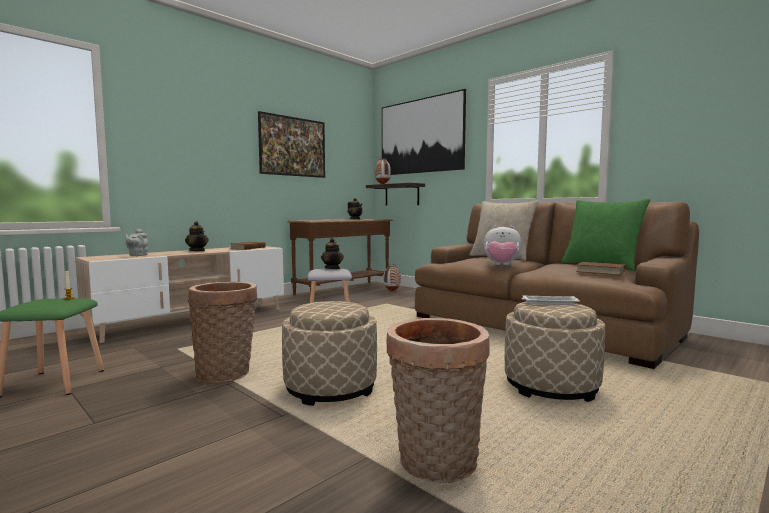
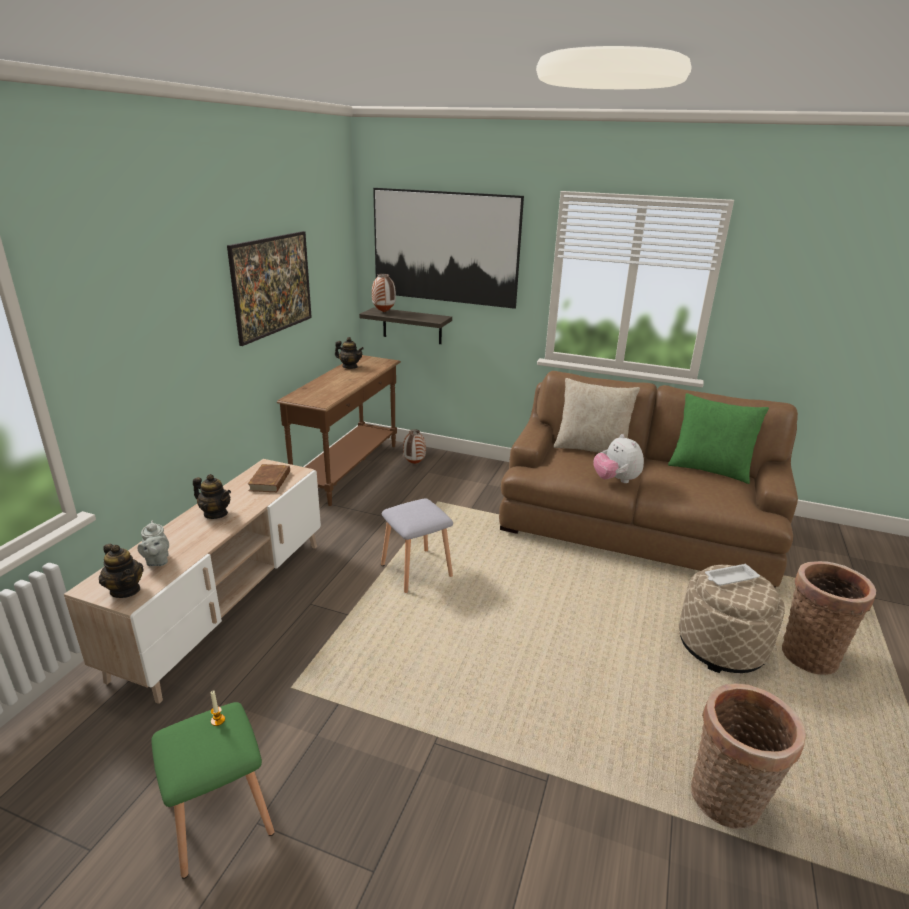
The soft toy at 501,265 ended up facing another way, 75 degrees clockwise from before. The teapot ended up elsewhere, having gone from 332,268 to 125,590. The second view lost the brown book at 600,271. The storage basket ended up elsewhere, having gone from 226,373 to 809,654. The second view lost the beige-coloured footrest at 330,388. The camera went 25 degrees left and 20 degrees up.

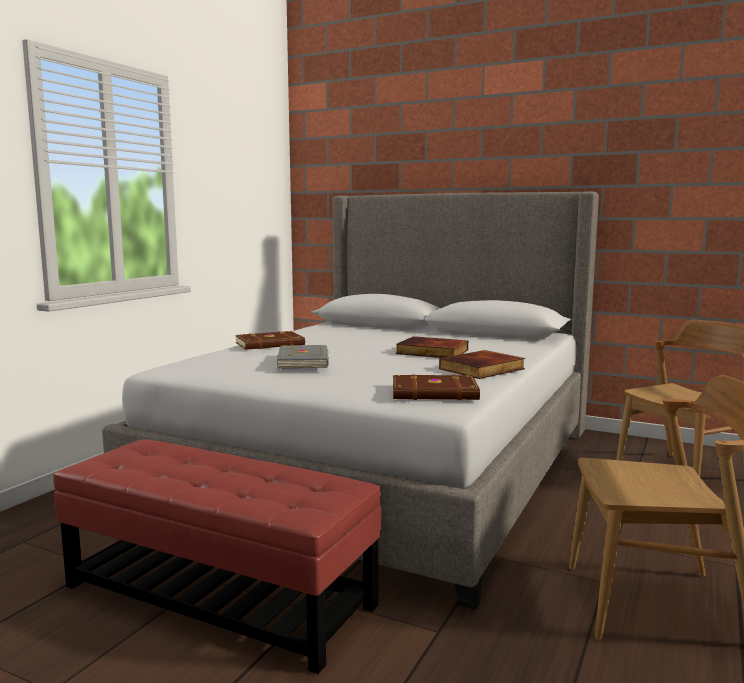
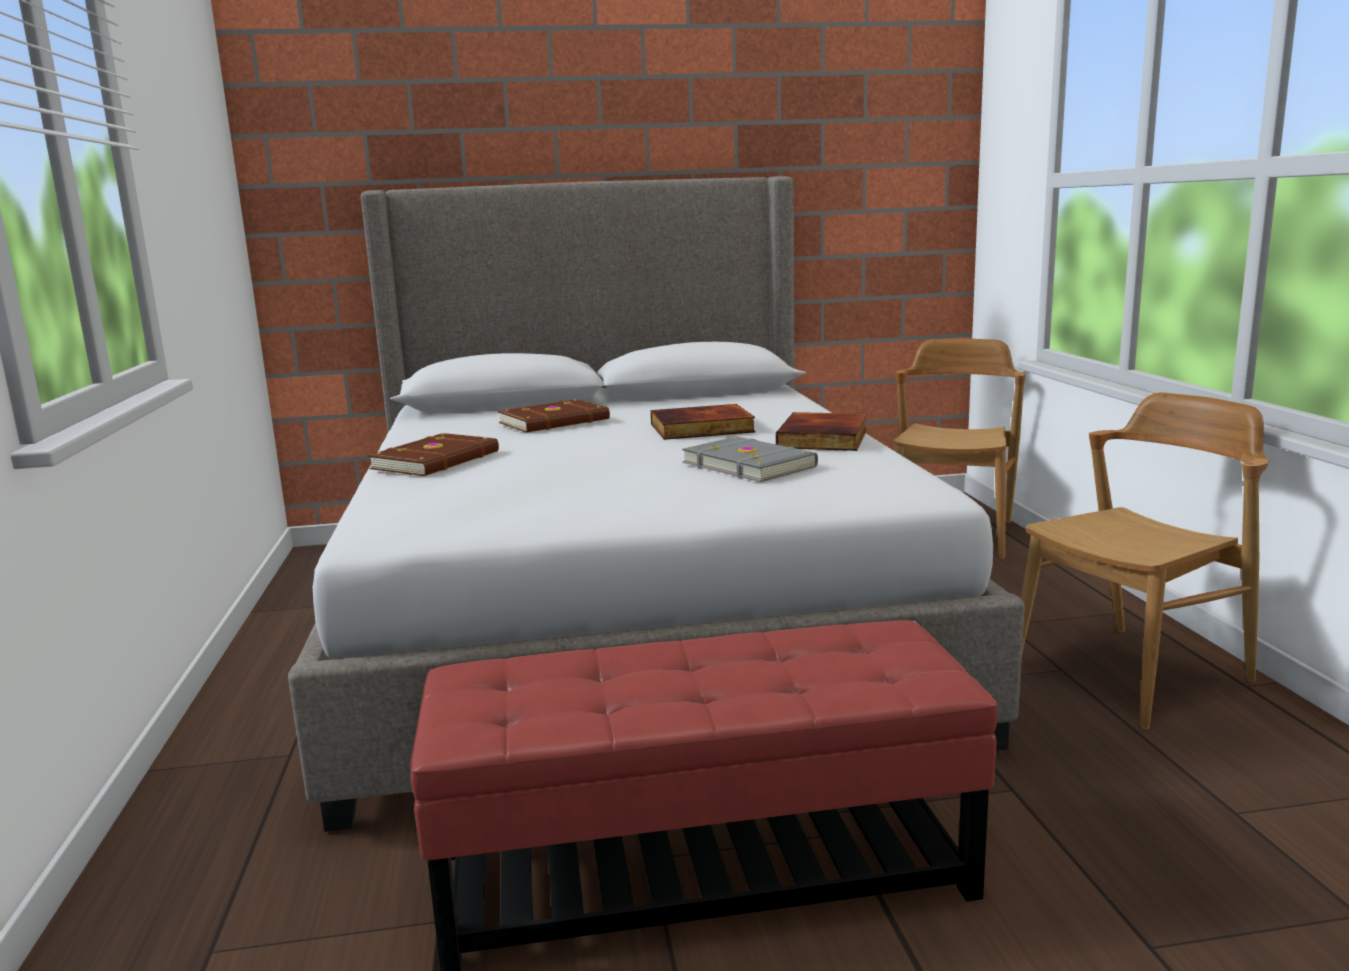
The grey book ended up elsewhere, having gone from 304,360 to 749,464. The brown book ended up elsewhere, having gone from 435,393 to 555,421. The camera went 35 degrees left and 5 degrees up.

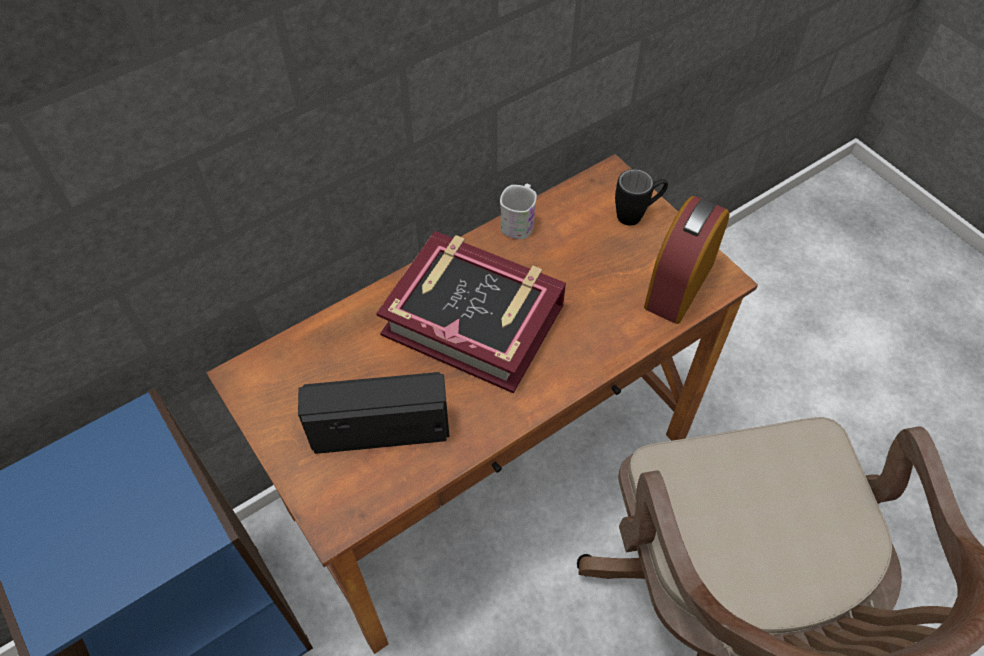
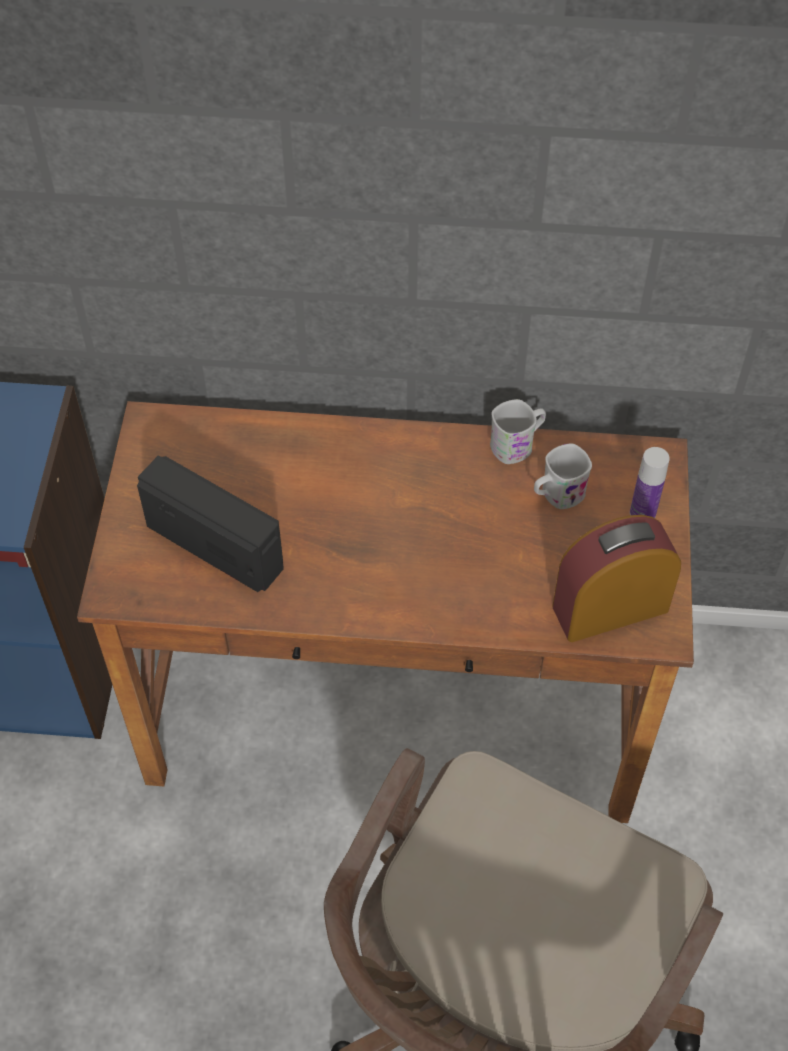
Where the blackish coffee mug stood at 637,214, the beverage bottle came to stand at 642,513. The second view lost the book at 474,319. The second view gained the white-coloured coffee mug at 557,495. The camera went 40 degrees right and 0 degrees up.

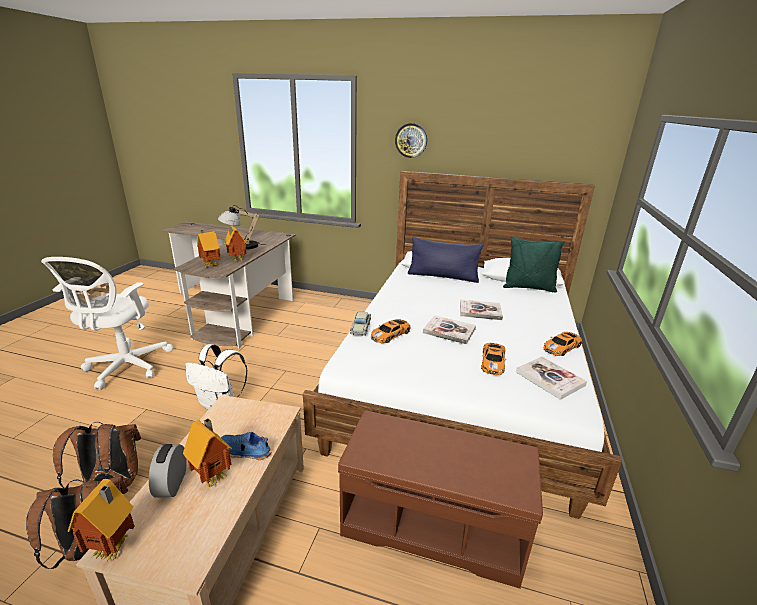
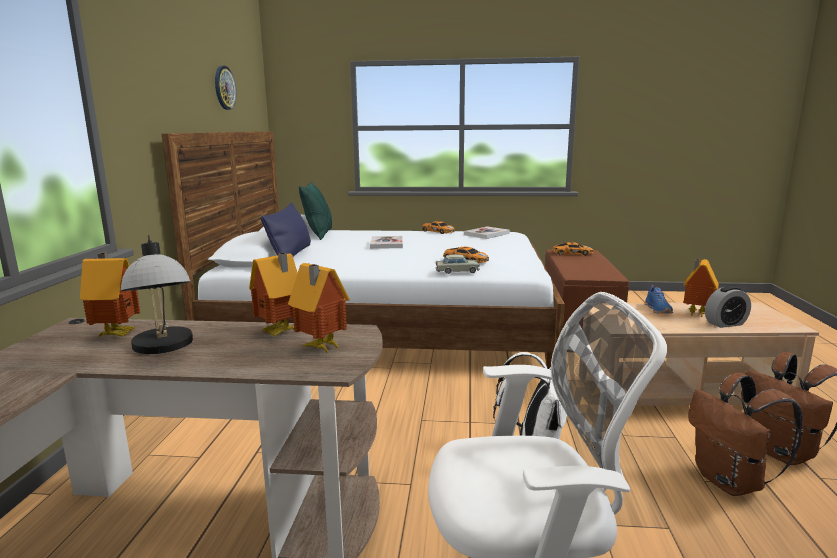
The hanging clock ended up elsewhere, having gone from 411,140 to 224,88. The second view lost the book at 449,331. The model car ended up elsewhere, having gone from 493,362 to 571,253. The toy house ended up elsewhere, having gone from 114,548 to 117,334. The camera went 100 degrees left and 10 degrees down.

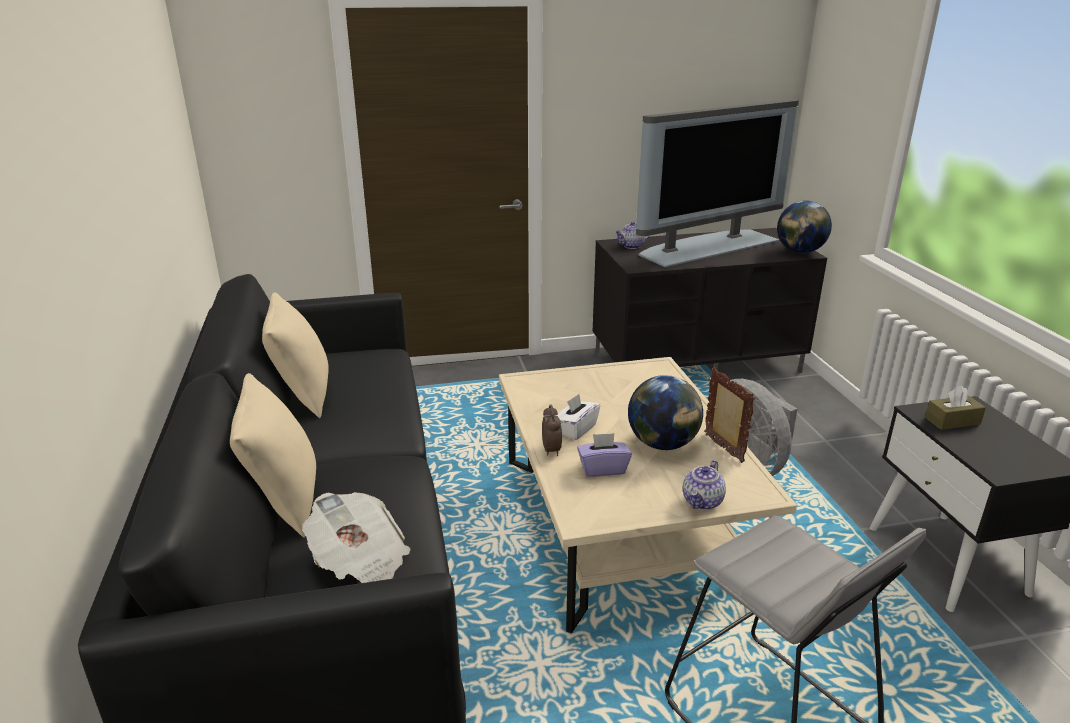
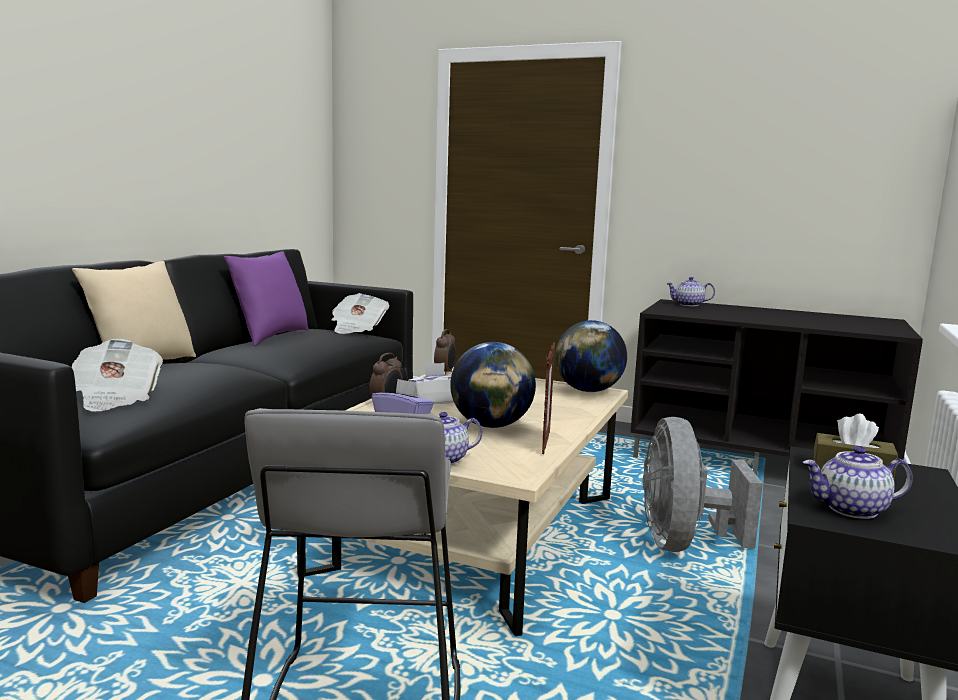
The second view lost the TV at 706,246. The desk globe ended up elsewhere, having gone from 800,252 to 588,391. What was the beige-coloured cushion at 303,396 turned into the purple cushion at 270,337. The second view gained the daily paper at 357,329. The second view gained the table clock at 445,373. The second view gained the teapot at 851,509. The camera went 35 degrees right and 15 degrees down.

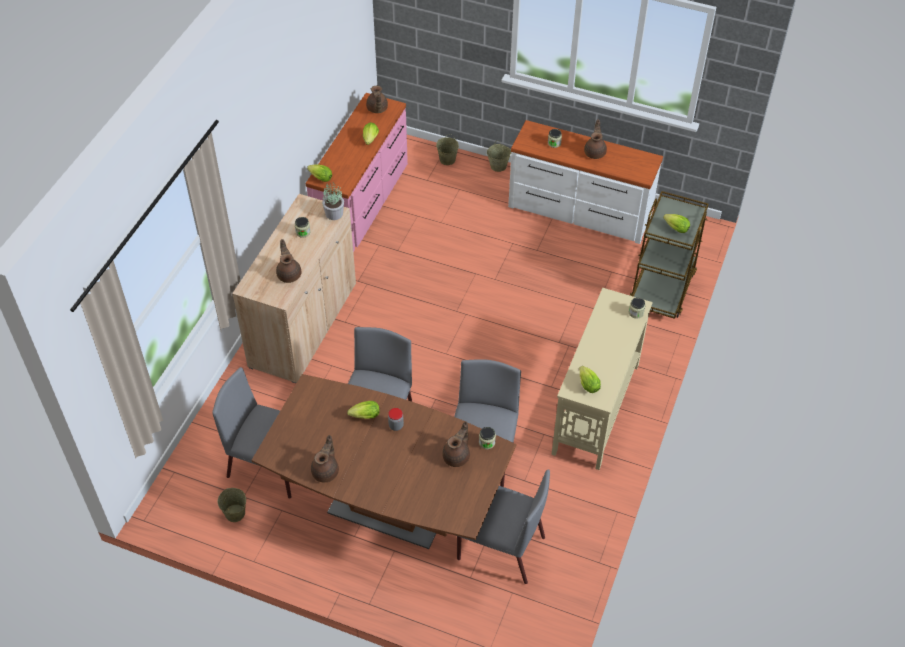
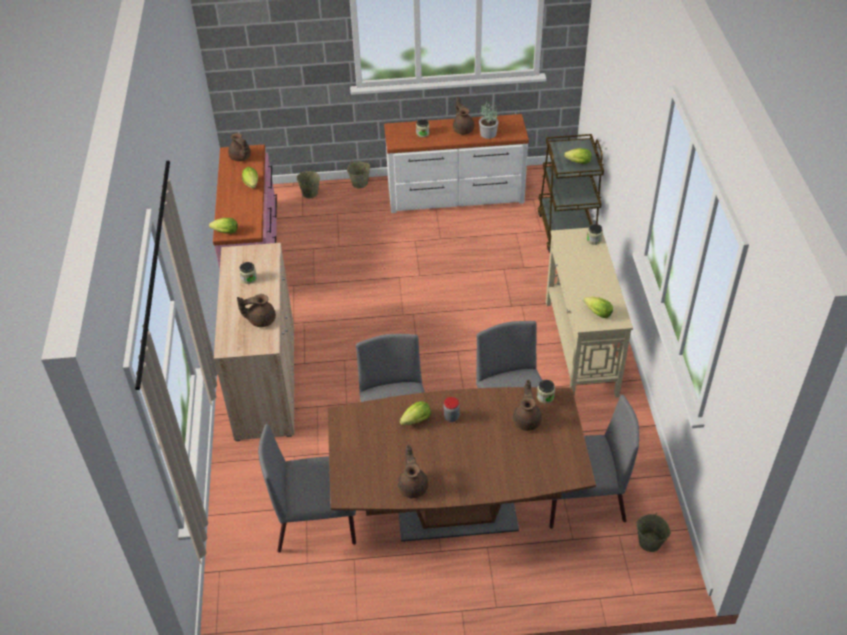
The plant in a pot ended up elsewhere, having gone from 334,213 to 487,133. The brown teapot at 289,274 ended up facing another way, 60 degrees counterclockwise from before. The beige-coloured water bucket ended up elsewhere, having gone from 235,513 to 650,542. The camera went 25 degrees left and 5 degrees down.

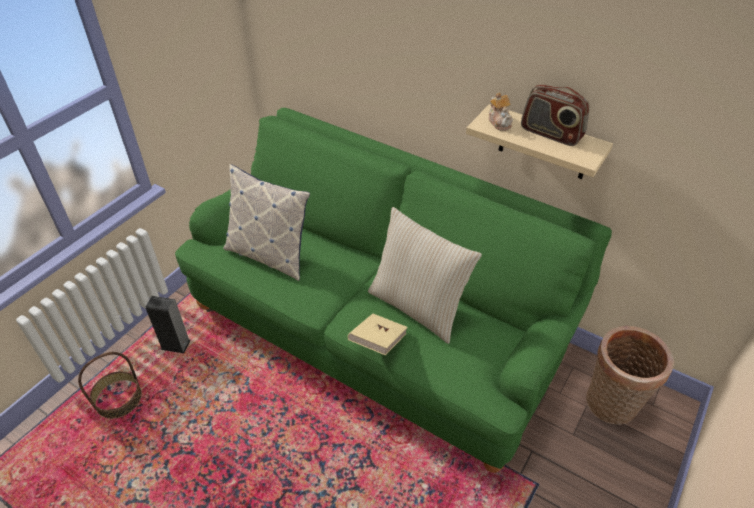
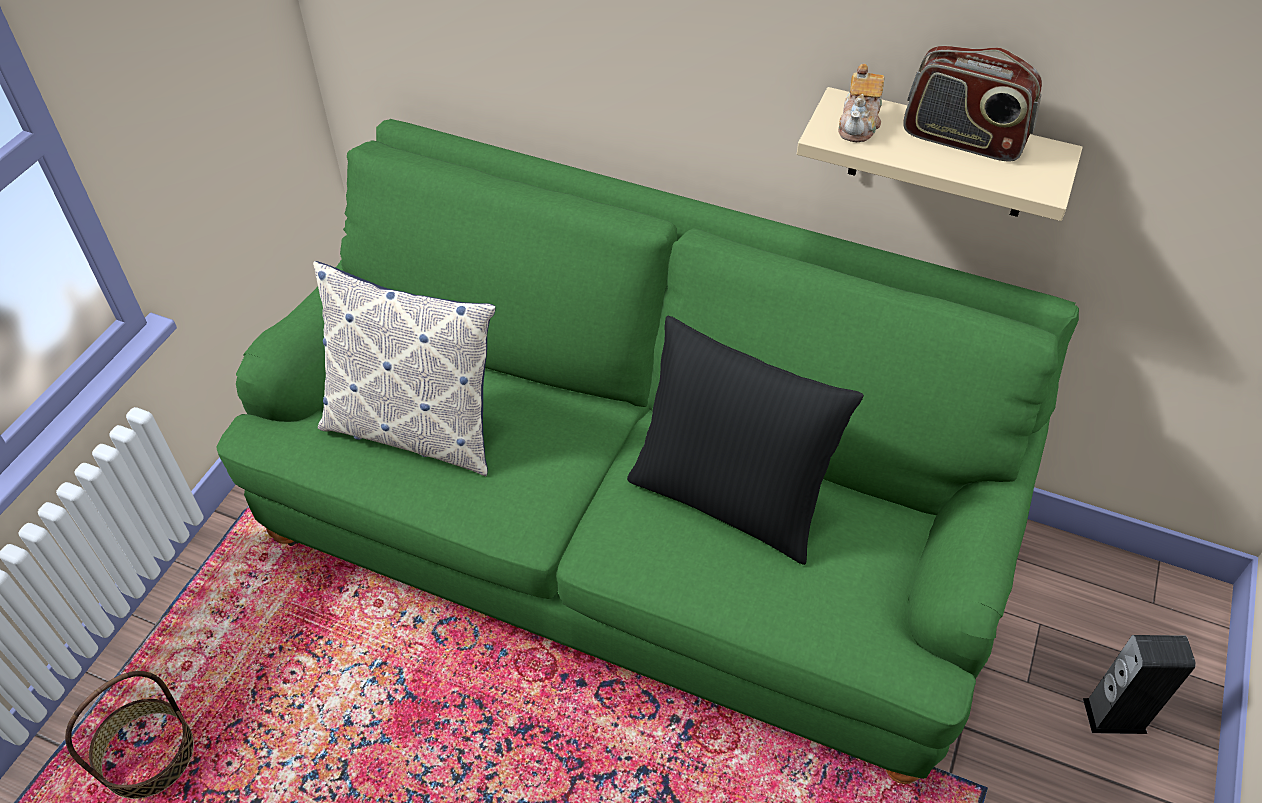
The teapot at 499,122 ended up facing another way, 45 degrees clockwise from before. What was the beige-coloured cushion at 418,307 turned into the blackish cushion at 729,497. The audio speaker ended up elsewhere, having gone from 176,345 to 1114,716. The second view lost the beige-coloured book at 378,342. The second view lost the storage basket at 611,406. The camera went 10 degrees left and 5 degrees up.

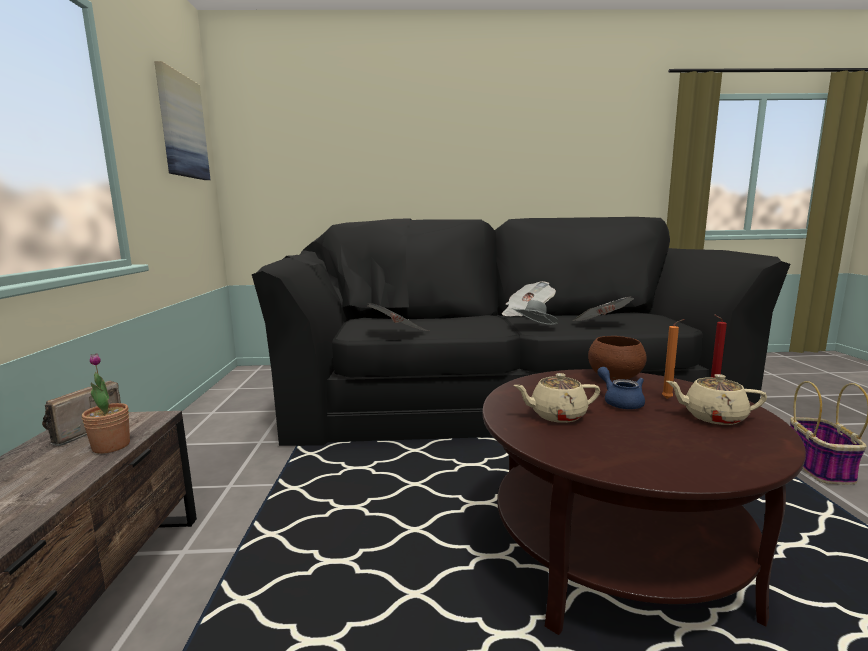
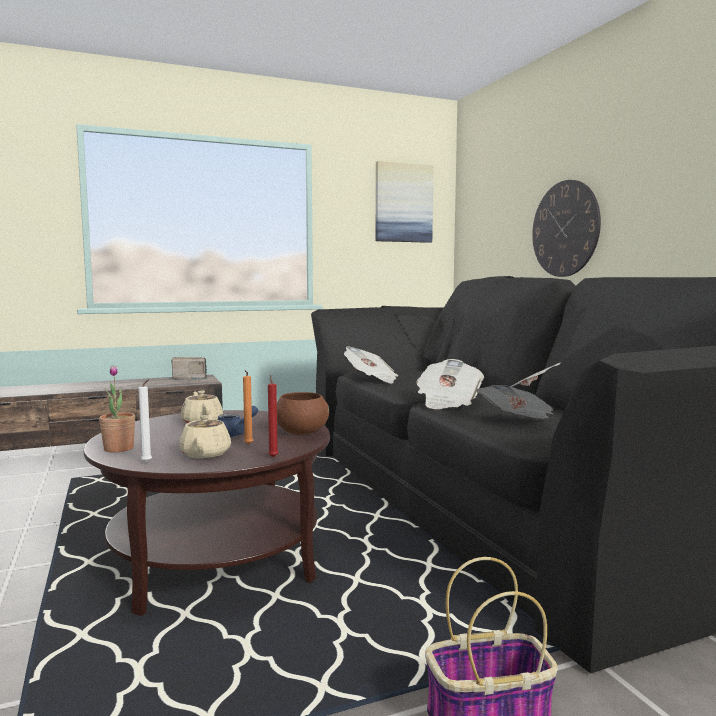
Where the grey hat stood at 534,327, the daily paper came to stand at 447,402. The plant in a pot ended up elsewhere, having gone from 111,446 to 119,448. The second view gained the hanging clock at 565,229. The second view gained the white-coloured candle at 147,462. The camera went 70 degrees right and 5 degrees down.

